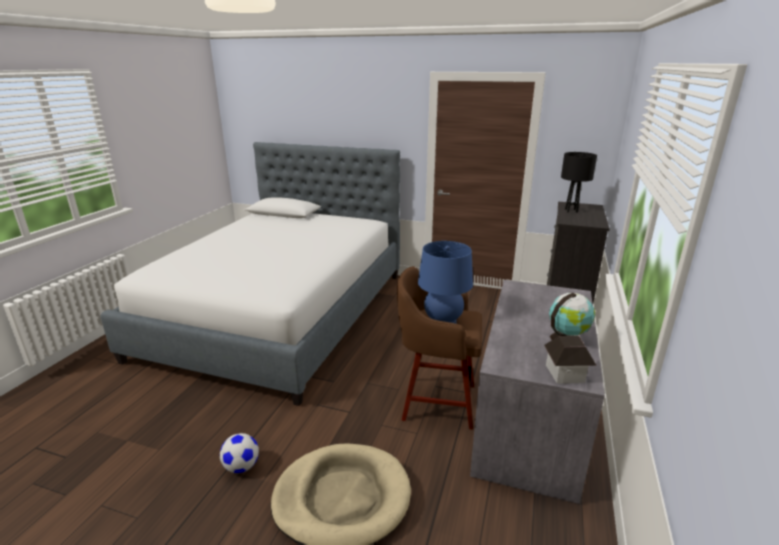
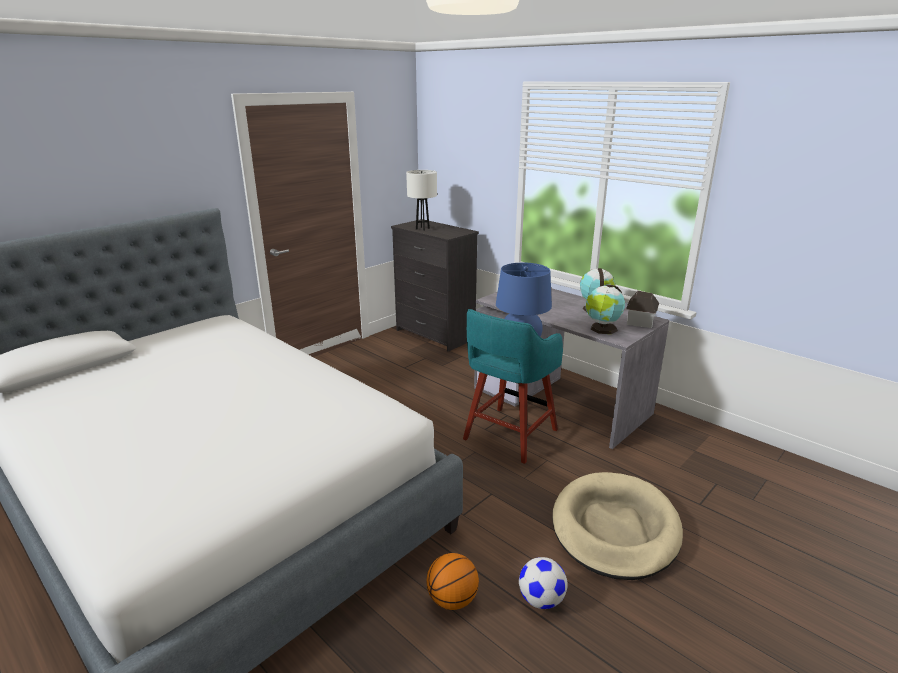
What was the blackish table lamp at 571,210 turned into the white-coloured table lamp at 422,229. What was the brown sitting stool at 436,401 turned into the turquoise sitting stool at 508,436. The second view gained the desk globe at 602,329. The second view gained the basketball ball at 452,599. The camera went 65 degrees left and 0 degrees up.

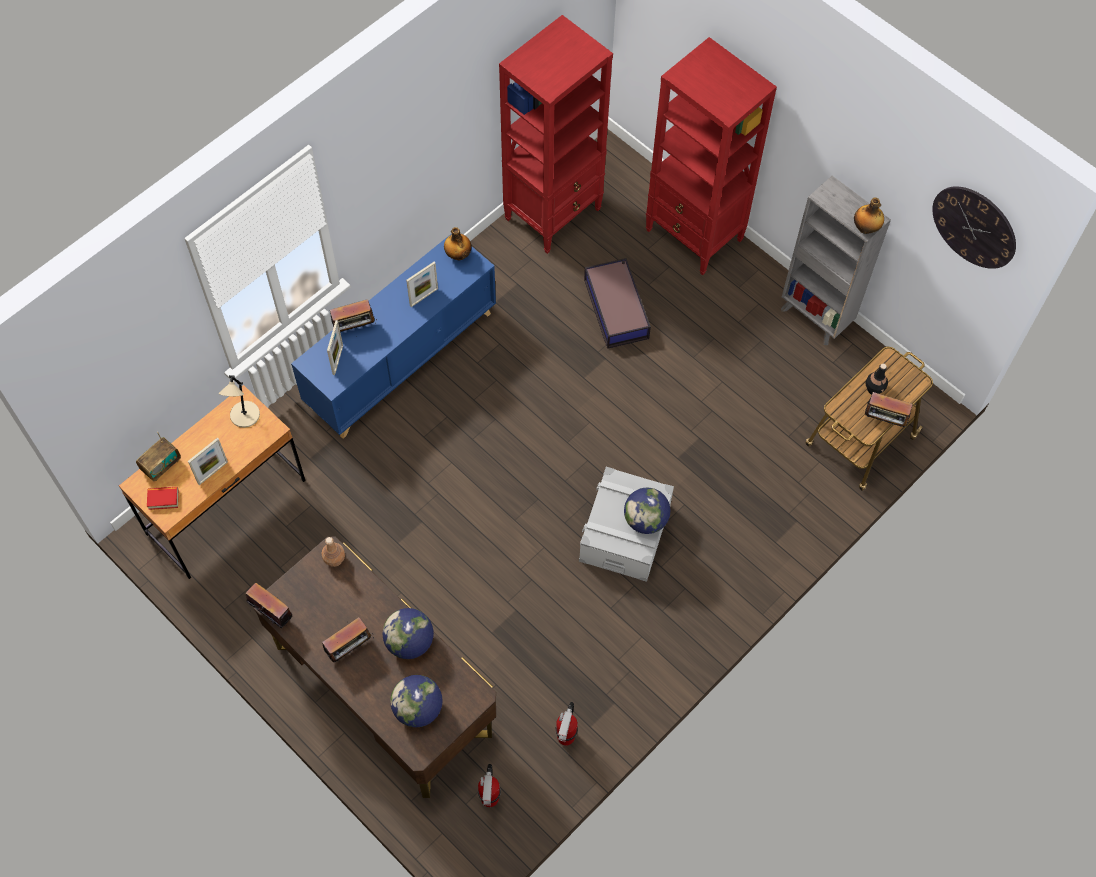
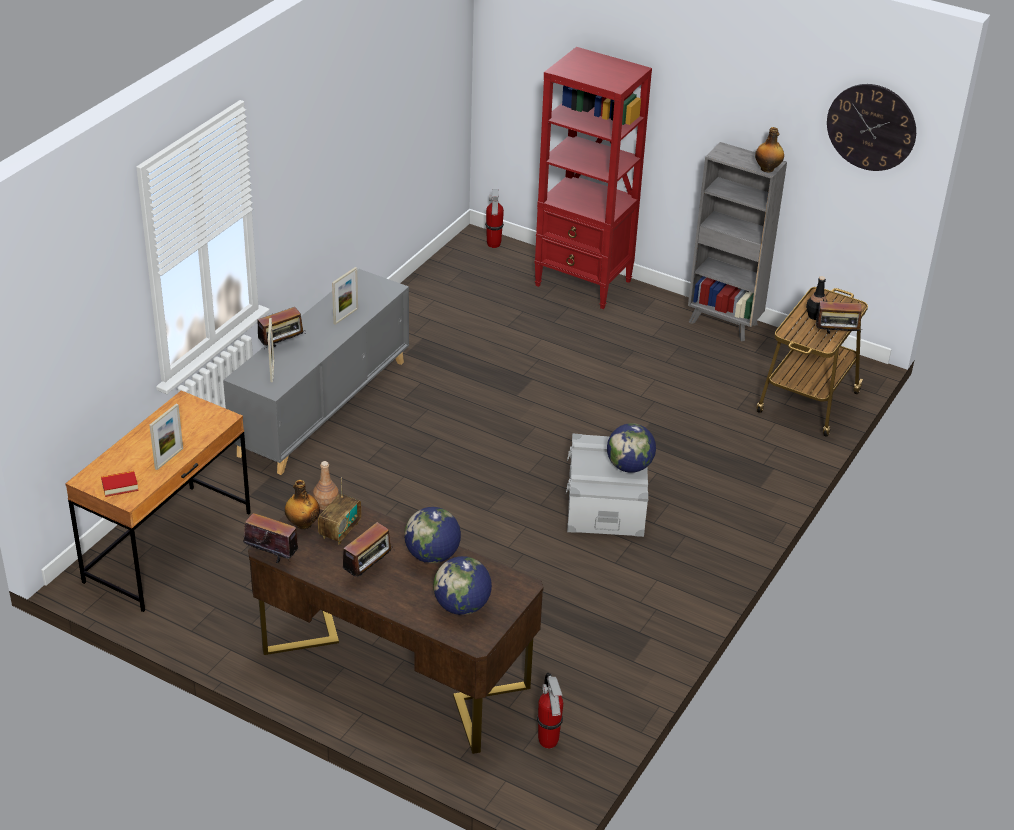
The second view lost the red bookshelf at 554,213. The beverage bottle ended up elsewhere, having gone from 458,255 to 303,524. What was the bluish cabinet at 402,359 turned into the grey cabinet at 323,407. The second view lost the storage container at 616,308. The second view lost the beige-coloured table lamp at 244,416. The radio receiver ended up elsewhere, having gone from 161,465 to 340,530. The fire extinguisher ended up elsewhere, having gone from 565,738 to 493,245. The camera went 15 degrees left and 25 degrees down.

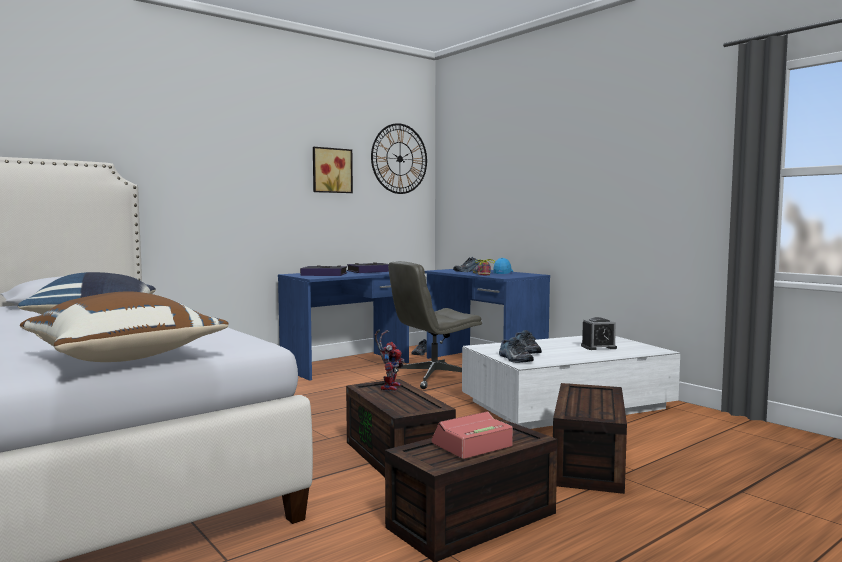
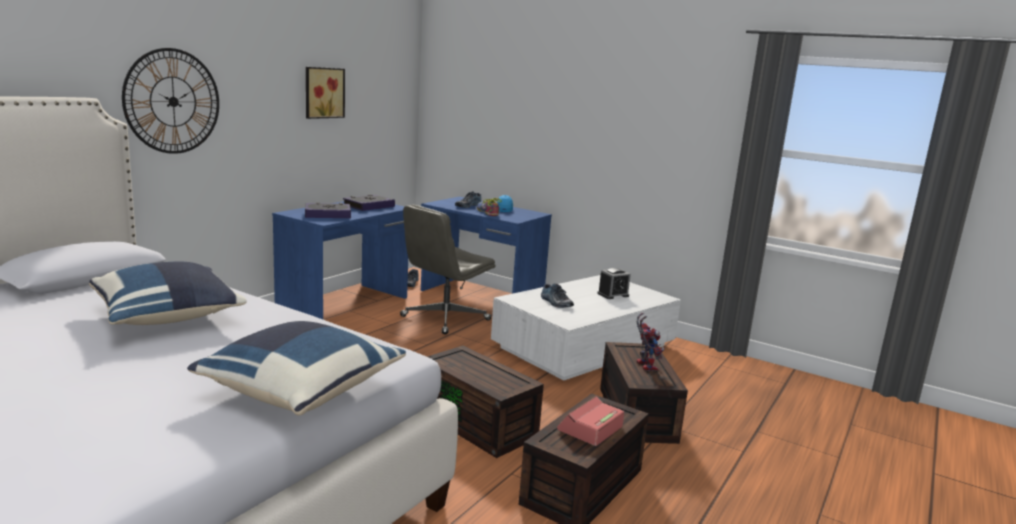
The hanging clock ended up elsewhere, having gone from 399,158 to 173,101. What was the brown cushion at 124,357 turned into the bluish cushion at 300,391. The toy robot ended up elsewhere, having gone from 389,387 to 644,365. The second view lost the item of footwear at 514,359. The camera went 20 degrees left and 10 degrees up.

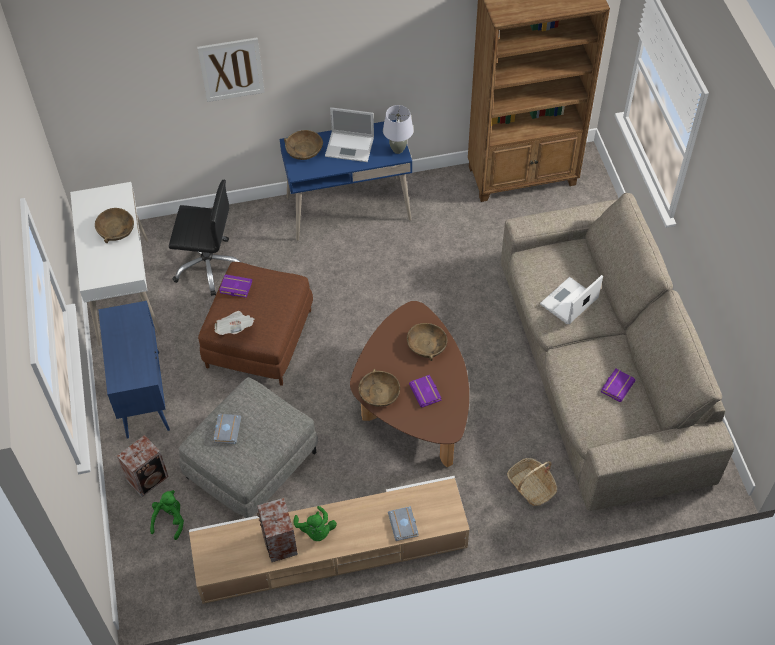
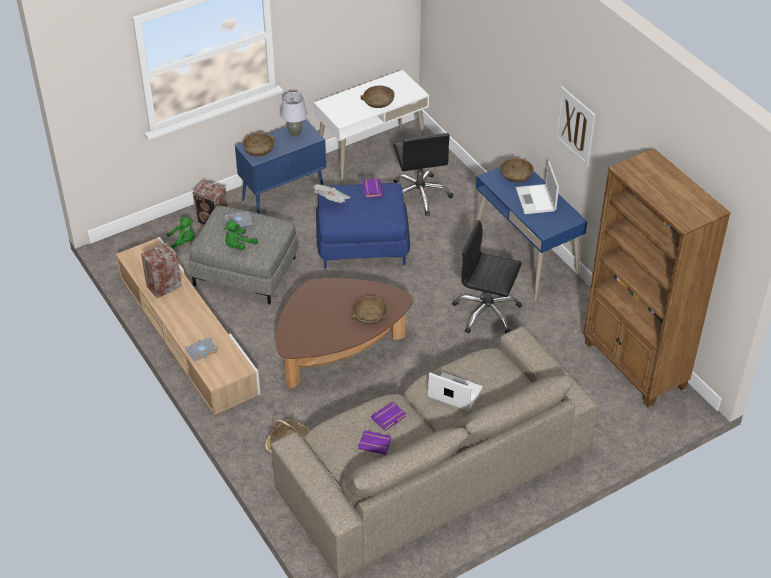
The wall art ended up elsewhere, having gone from 231,69 to 575,126. The grey table lamp ended up elsewhere, having gone from 398,149 to 295,133. What was the brown footrest at 258,338 turned into the bluish footrest at 363,242. The brown bowl ended up elsewhere, having gone from 379,393 to 259,149. The purple book ended up elsewhere, having gone from 426,393 to 388,418. The green-coloured soft toy ended up elsewhere, having gone from 316,530 to 238,245. The second view gained the blackish office chair at 486,313. The camera went 70 degrees right and 10 degrees down.

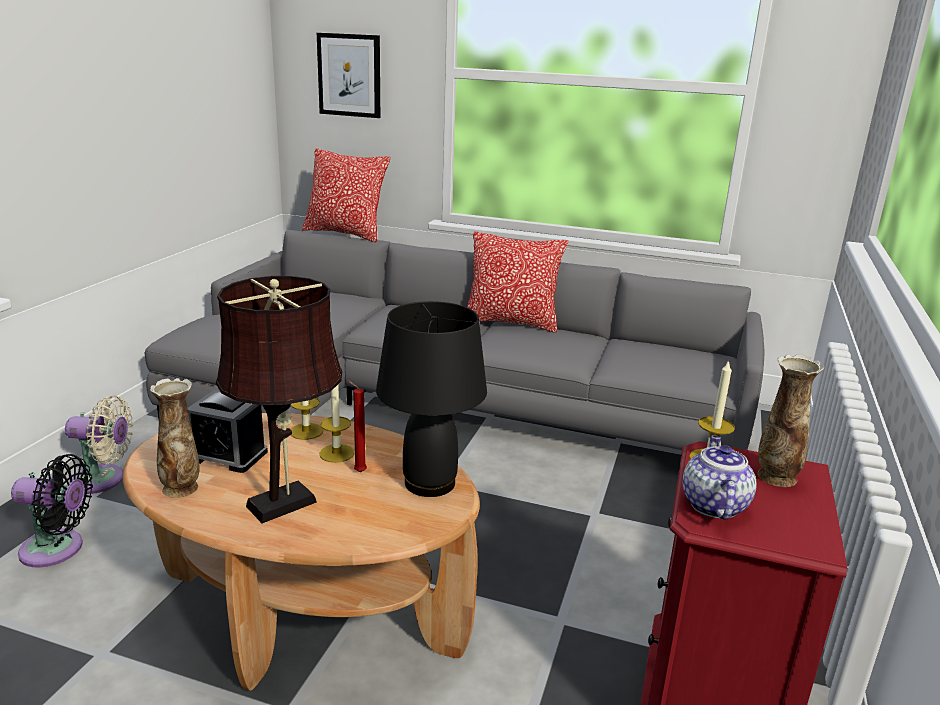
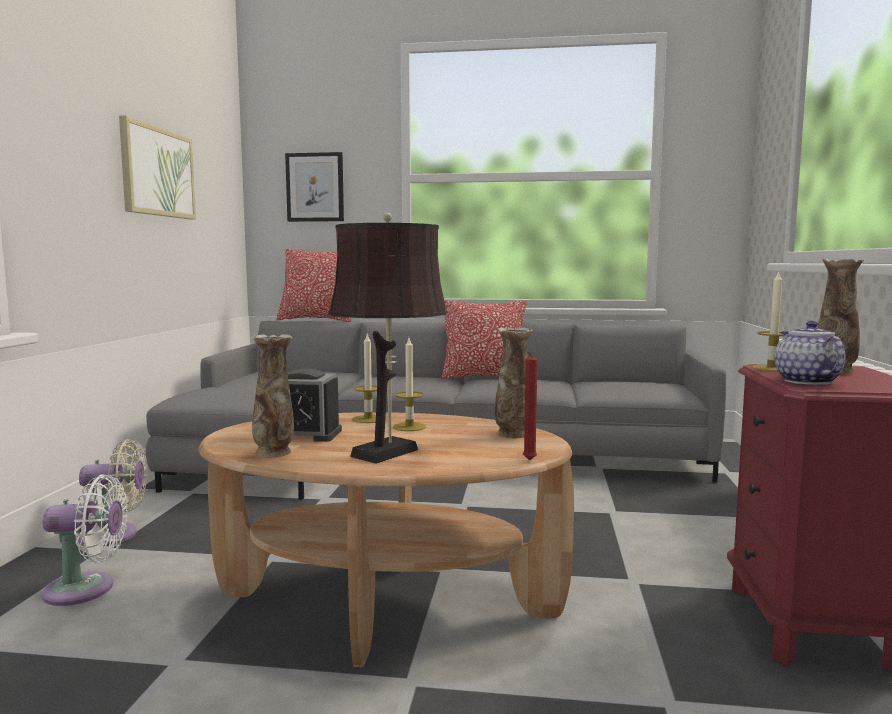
Where the blackish table lamp stood at 429,483, the flower vase came to stand at 513,434. The red candle ended up elsewhere, having gone from 358,472 to 527,460. What was the blackish electric fan at 57,549 turned into the white-coloured electric fan at 86,589. The second view gained the wall art at 157,172. The camera went 10 degrees left and 15 degrees down.

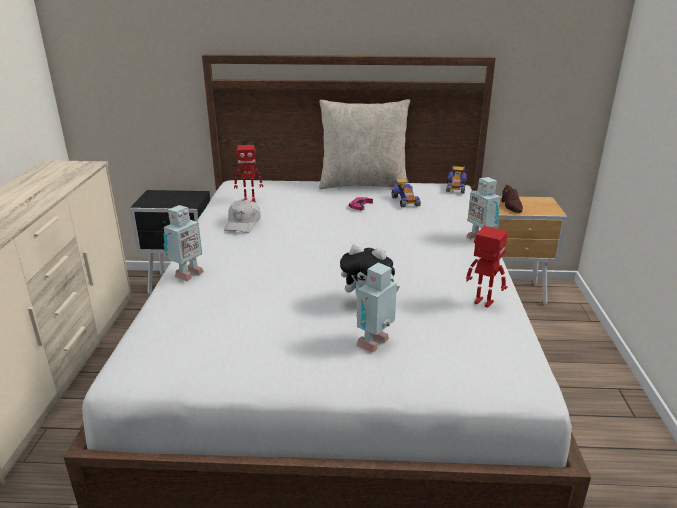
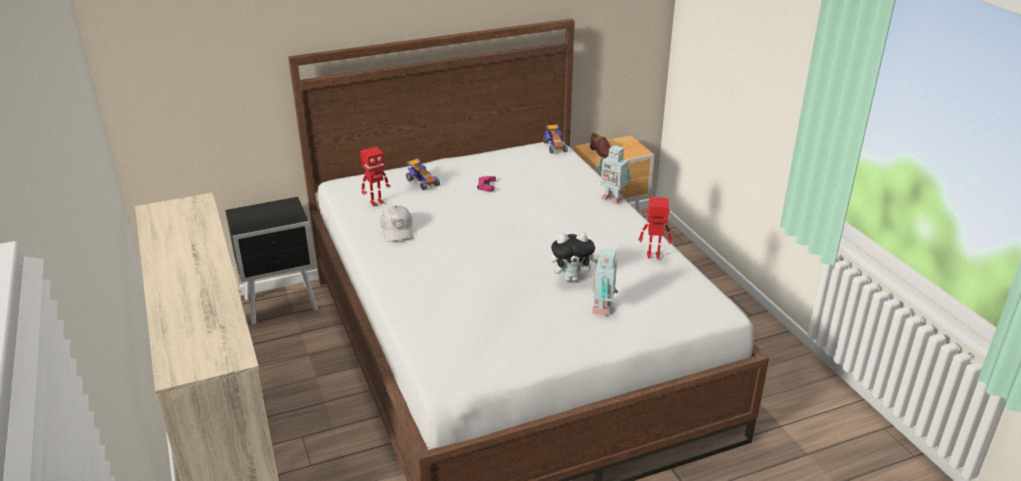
The second view lost the beige-coloured cushion at 363,184. The model car ended up elsewhere, having gone from 405,201 to 422,182. The second view lost the toy robot at 187,274. The camera went 25 degrees left and 5 degrees up.

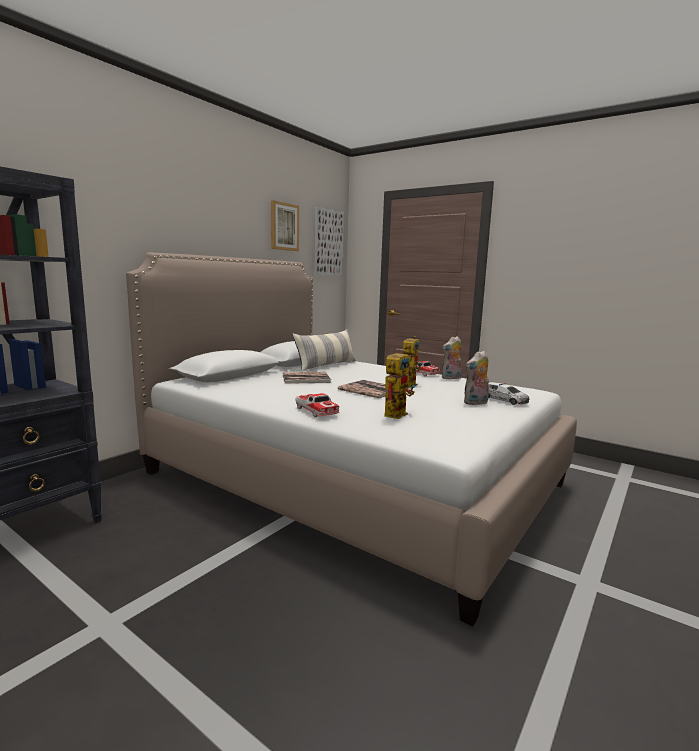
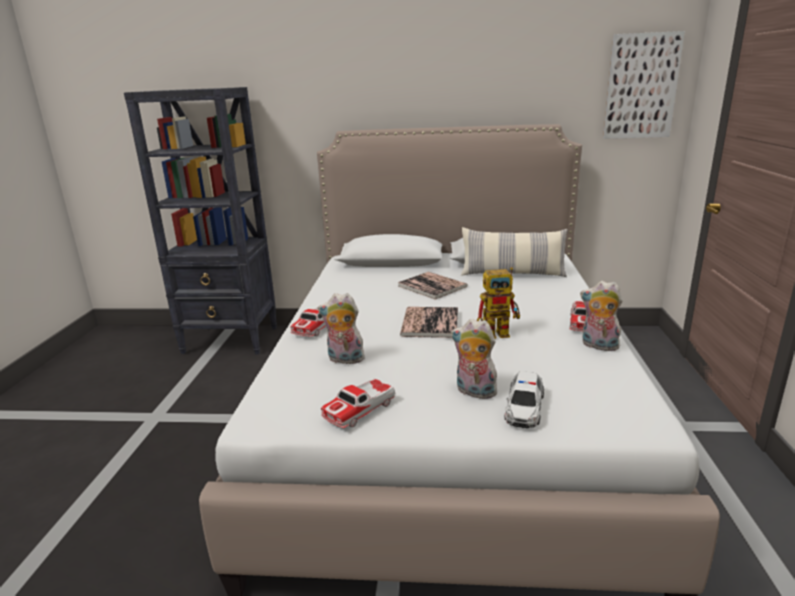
The second view lost the wall art at 284,227. Where the toy robot stood at 396,413, the soft toy came to stand at 344,360. The second view gained the model car at 359,410. The camera went 60 degrees right and 10 degrees up.

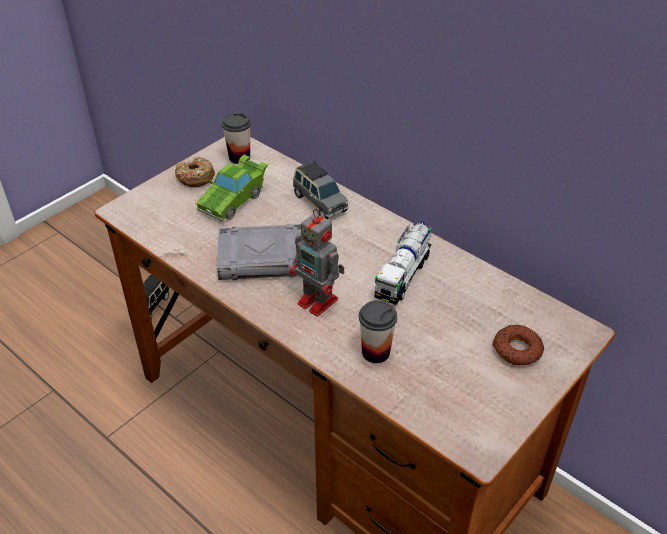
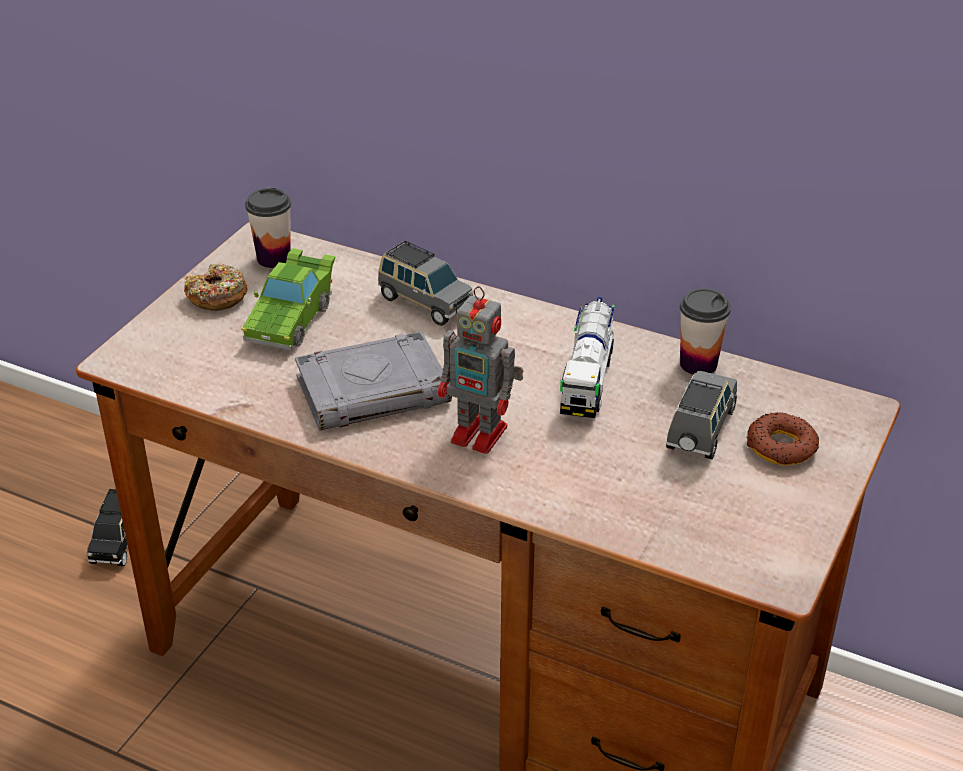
The drinking cup ended up elsewhere, having gone from 375,352 to 698,364. The second view gained the grey model car at 700,430. The camera went 15 degrees left and 5 degrees down.

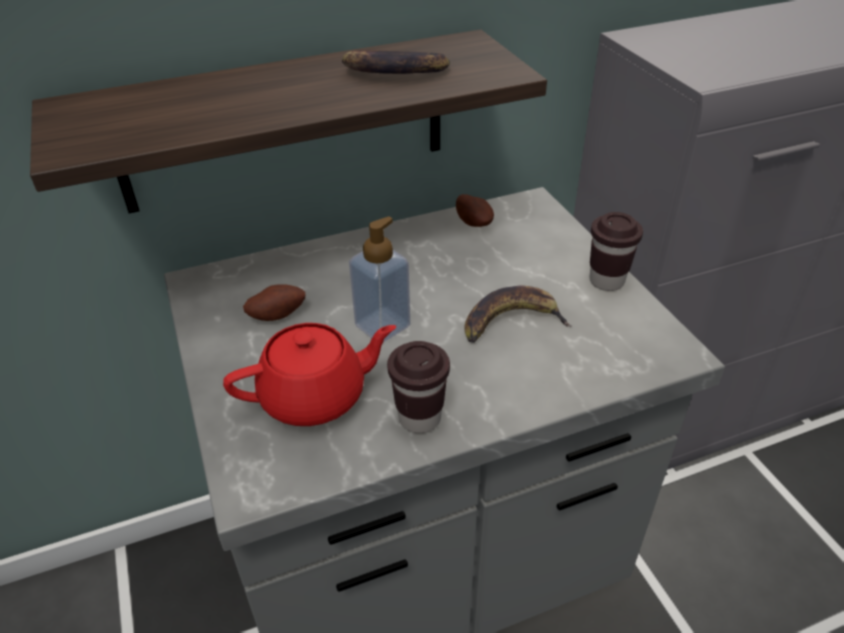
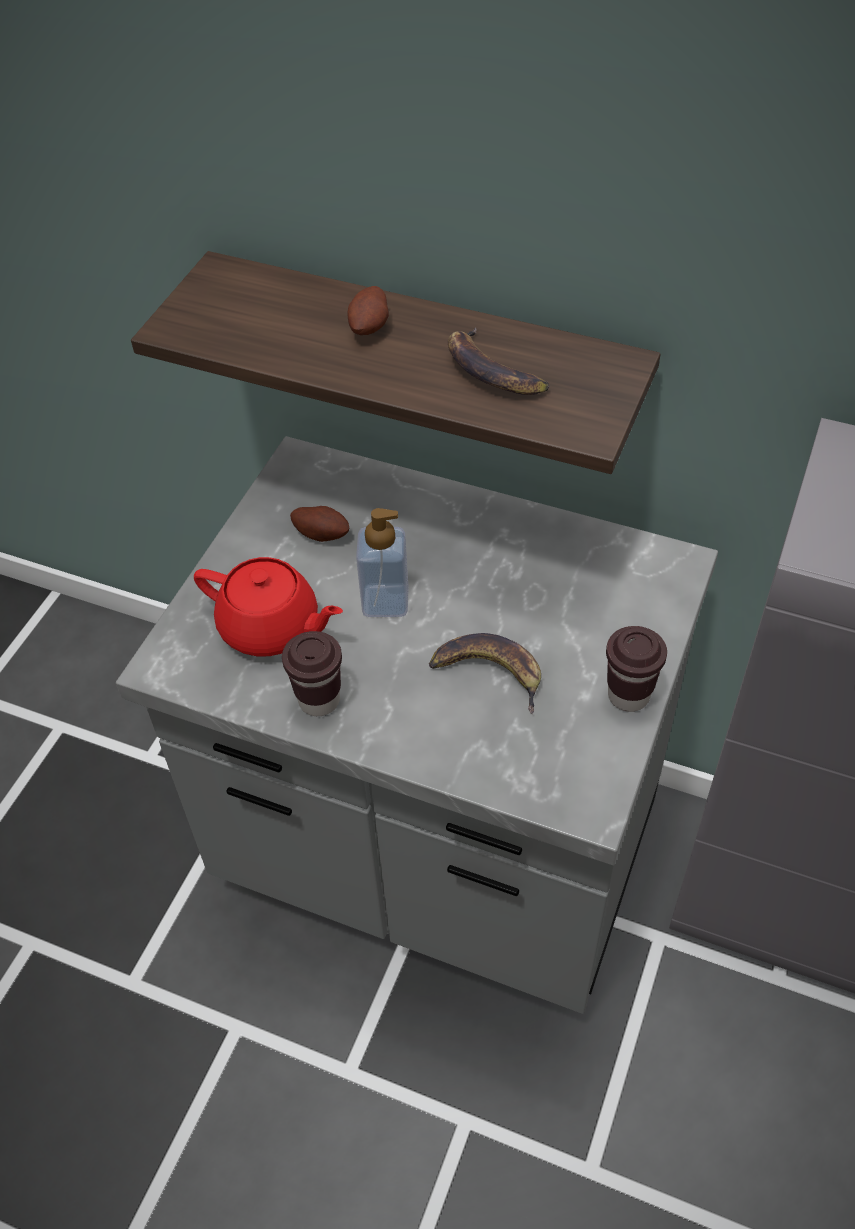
The whole potato ended up elsewhere, having gone from 474,222 to 370,327. The camera went 45 degrees right and 10 degrees up.

